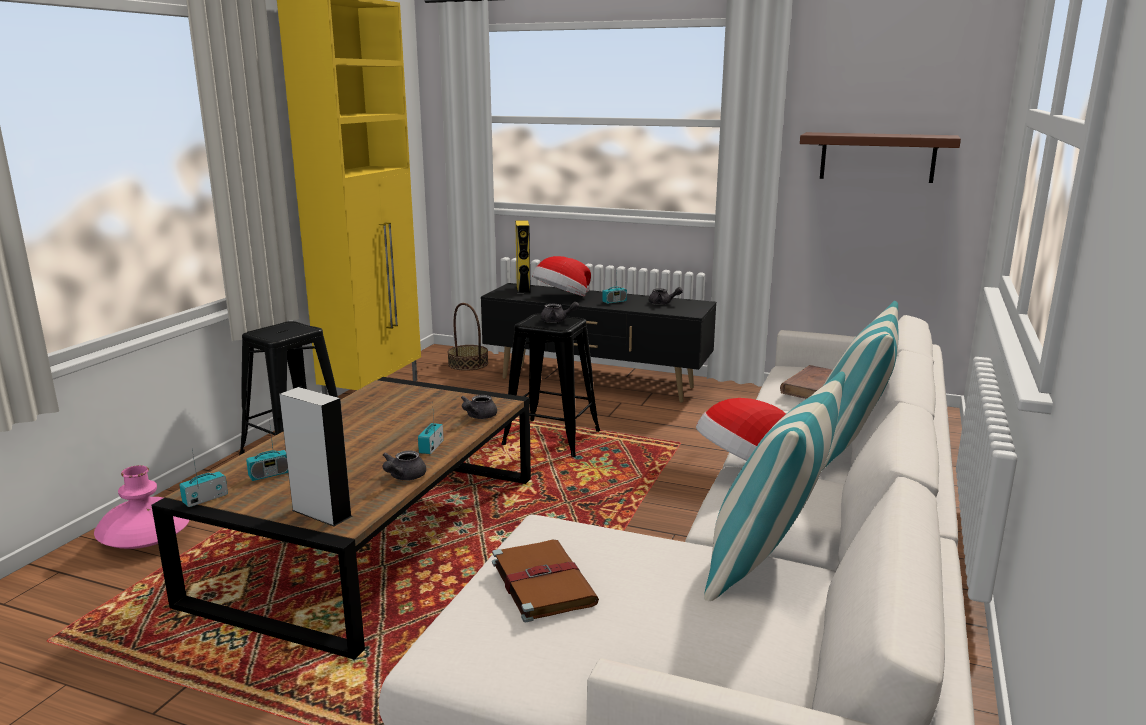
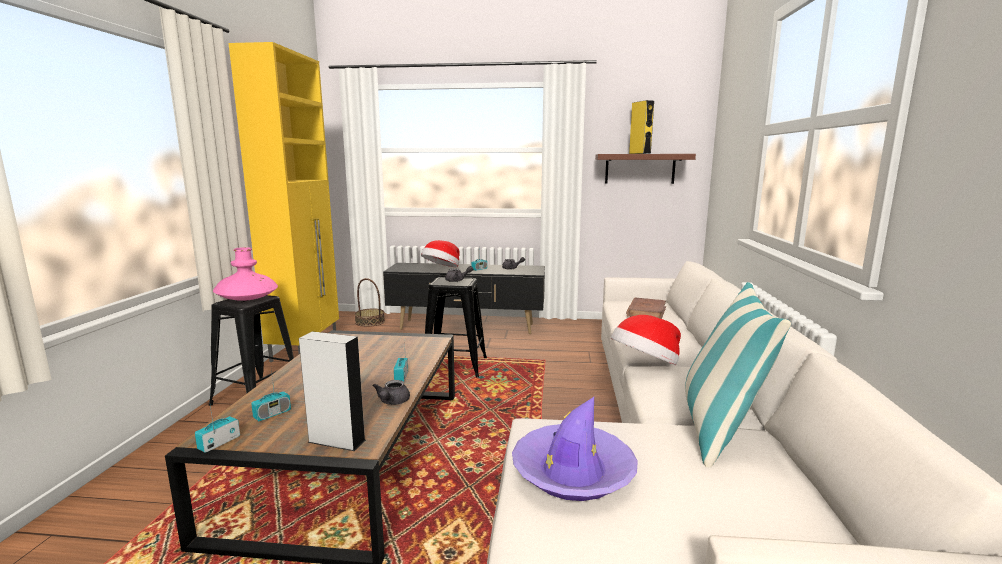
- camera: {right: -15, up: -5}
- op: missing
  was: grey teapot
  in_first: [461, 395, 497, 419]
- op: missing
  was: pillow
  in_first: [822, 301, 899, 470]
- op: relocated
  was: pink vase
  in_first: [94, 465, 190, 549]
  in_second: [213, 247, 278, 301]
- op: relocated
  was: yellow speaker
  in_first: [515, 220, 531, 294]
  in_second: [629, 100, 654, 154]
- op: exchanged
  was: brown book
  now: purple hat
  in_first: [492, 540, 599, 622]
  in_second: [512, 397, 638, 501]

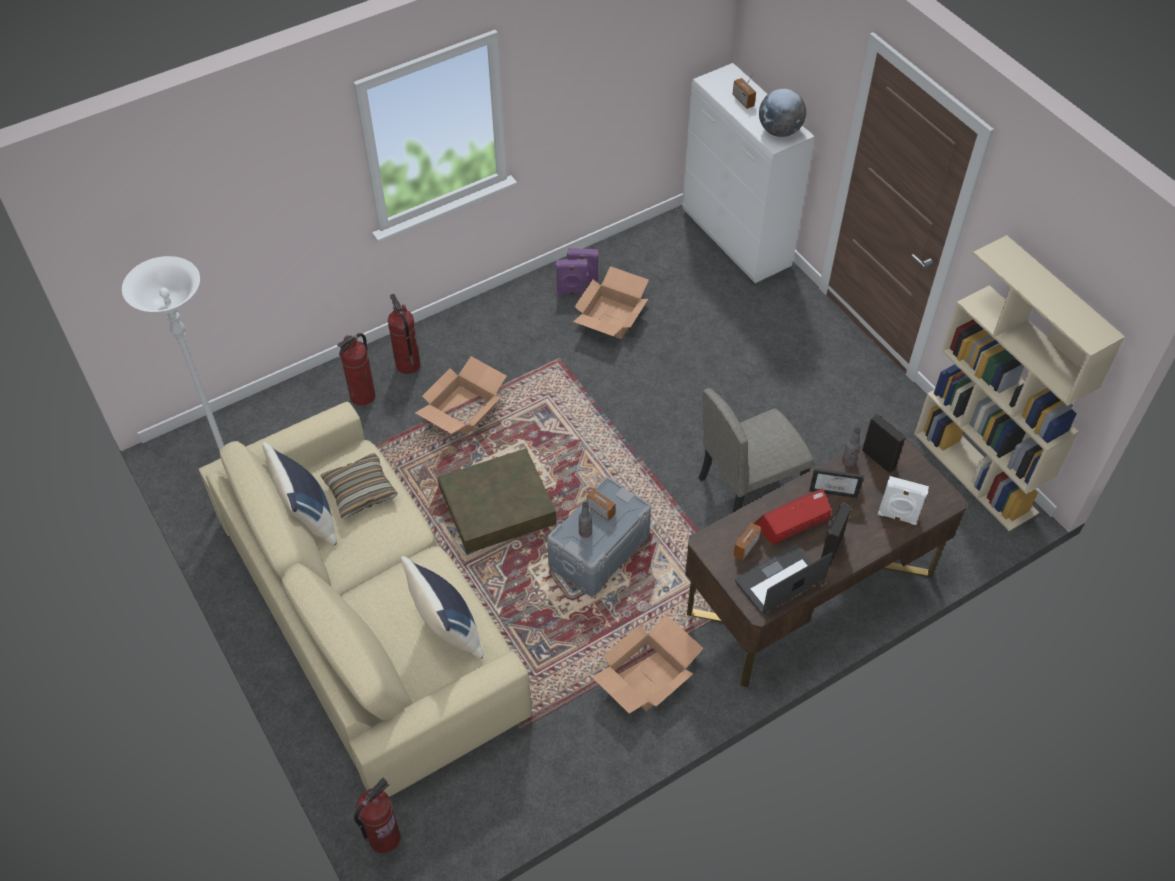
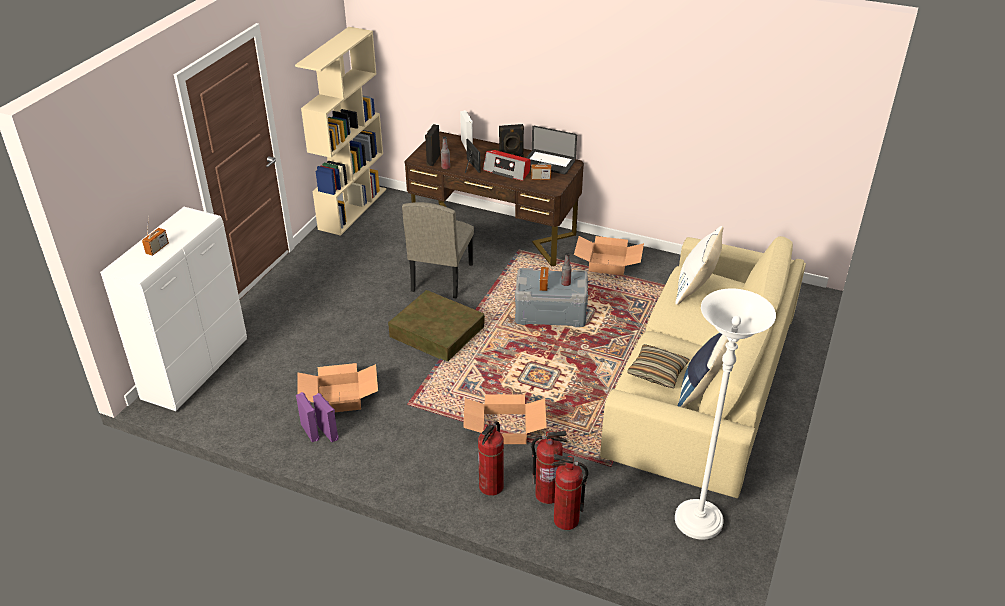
- camera: {right: -125, up: -15}
- op: missing
  was: globe
  in_first: [759, 89, 806, 137]
- op: relocated
  was: fire extinguisher
  in_first: [354, 778, 400, 853]
  in_second: [552, 454, 588, 530]
- op: relocated
  was: brown storage box
  in_first: [438, 448, 556, 554]
  in_second: [388, 290, 485, 362]
- op: colour
  was: blue pillow
  now: white pillow
  in_first: [401, 556, 483, 659]
  in_second: [675, 226, 723, 305]
- op: spun
  was: beige chair
  in_first: [699, 388, 814, 513]
  in_second: [402, 202, 474, 298]
  clockwise: 75

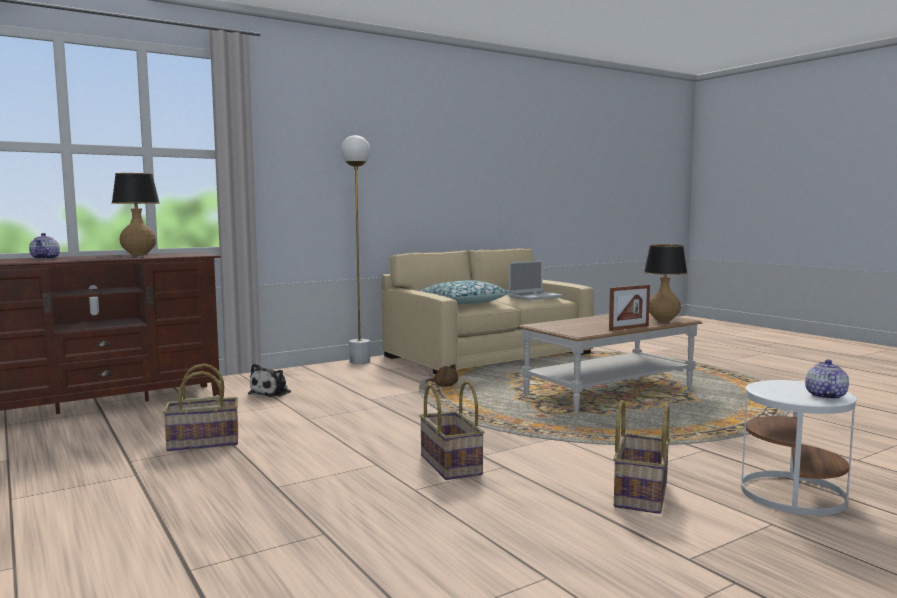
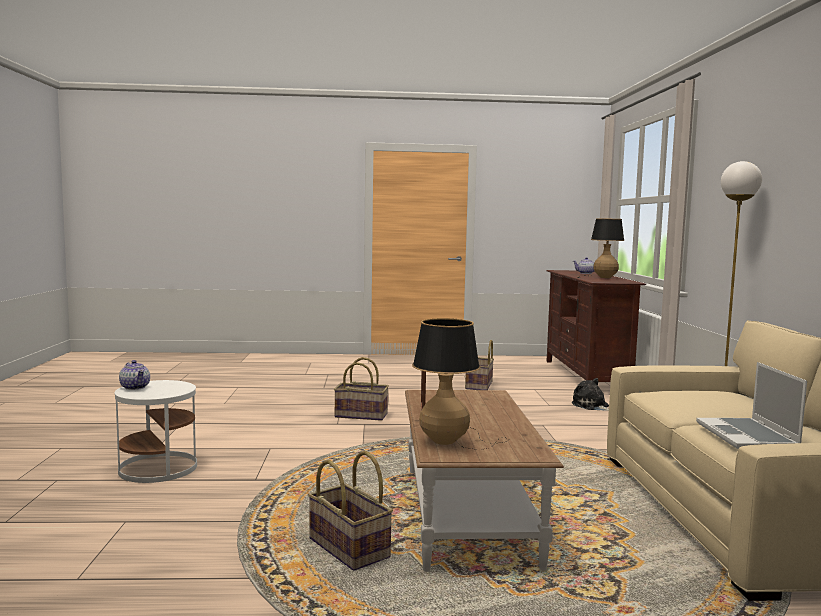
- camera: {right: 120, up: 0}
- op: missing
  was: pillow
  in_first: [420, 280, 511, 304]
- op: missing
  was: brown plush toy
  in_first: [426, 364, 458, 387]
- op: relocated
  was: basket
  in_first: [613, 400, 670, 514]
  in_second: [308, 451, 393, 570]

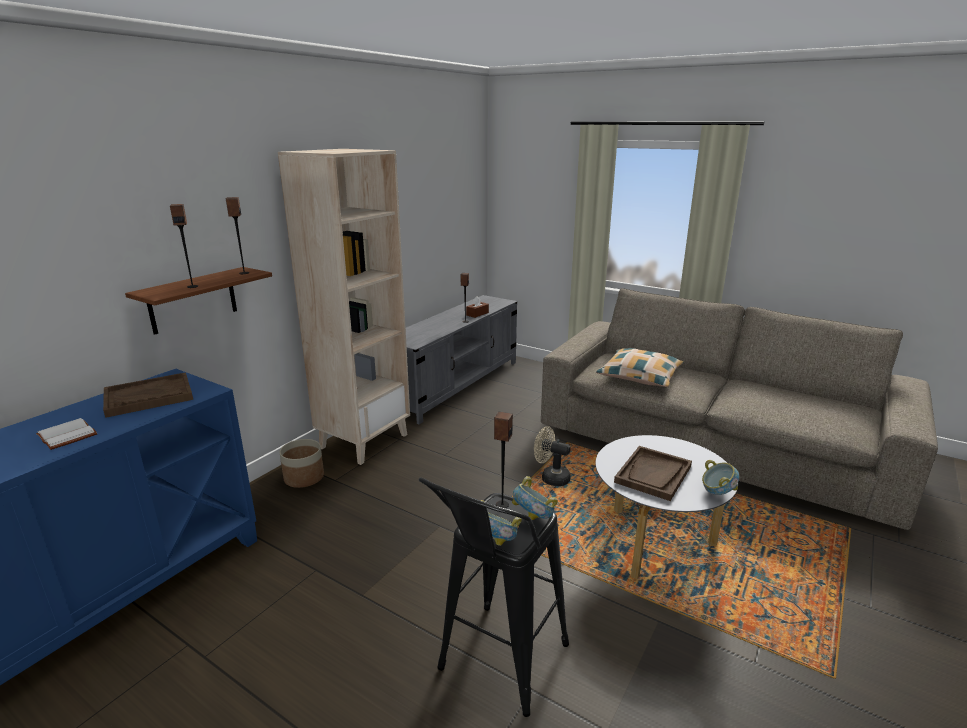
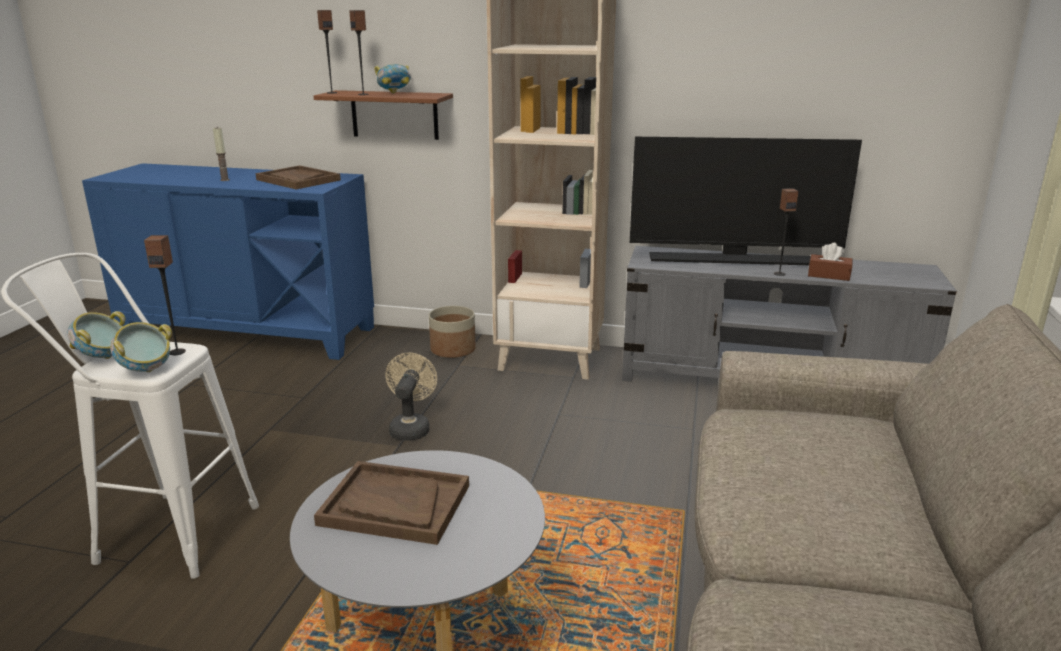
- camera: {right: 70, up: 0}
- op: missing
  was: pillow
  in_first: [596, 348, 684, 387]
- op: appeared
  now: television
  in_second: [630, 137, 862, 265]
- op: relocated
  was: speaker
  in_first: [226, 197, 249, 274]
  in_second: [317, 10, 337, 94]
- op: relocated
  was: beige fan
  in_first: [534, 426, 571, 486]
  in_second: [386, 353, 437, 441]
- op: relocated
  was: bowl
  in_first: [702, 460, 739, 495]
  in_second: [374, 64, 411, 93]
- op: exchanged
  was: white book
  now: candle
  in_first: [36, 418, 97, 450]
  in_second: [213, 128, 230, 181]
- op: colour
  was: black stool
  now: white stool
  in_first: [419, 477, 569, 717]
  in_second: [1, 253, 259, 579]

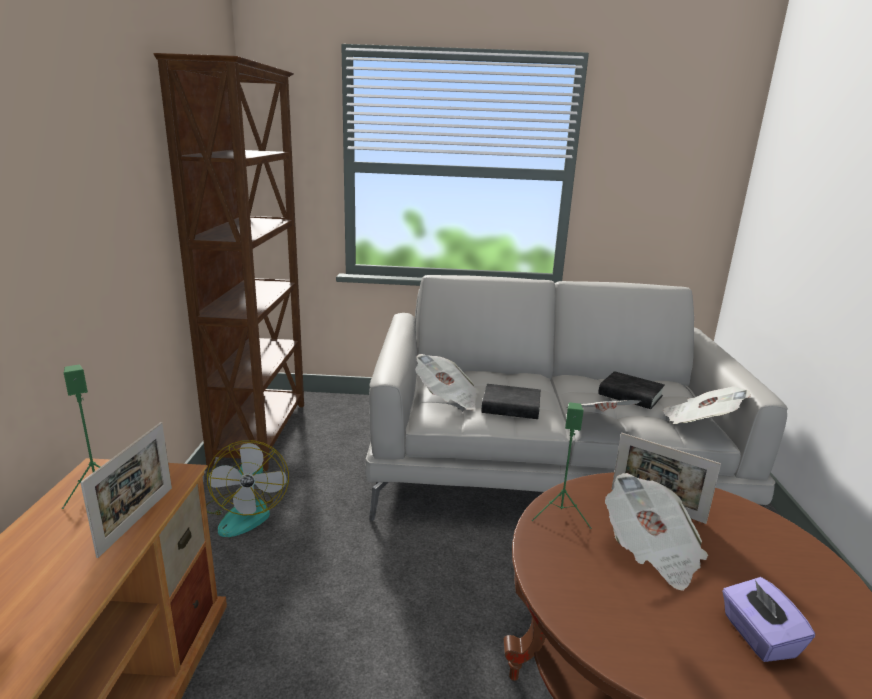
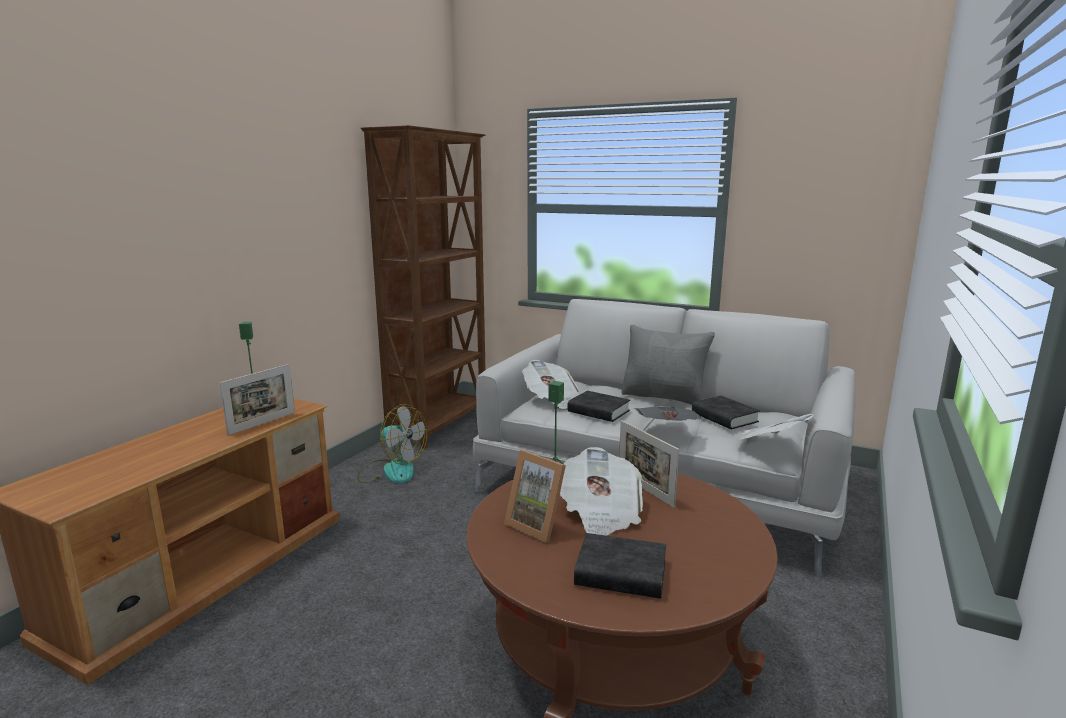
- camera: {right: 25, up: -5}
- op: appeared
  now: picture frame
  in_second: [504, 450, 566, 543]
- op: appeared
  now: grey pillow
  in_second: [622, 325, 715, 405]
- op: exchanged
  was: purple tissue box
  now: black book
  in_first: [722, 577, 815, 662]
  in_second: [574, 533, 666, 599]
- op: spun
  was: fan
  in_first: [206, 440, 289, 537]
  in_second: [357, 404, 427, 483]
  clockwise: -75

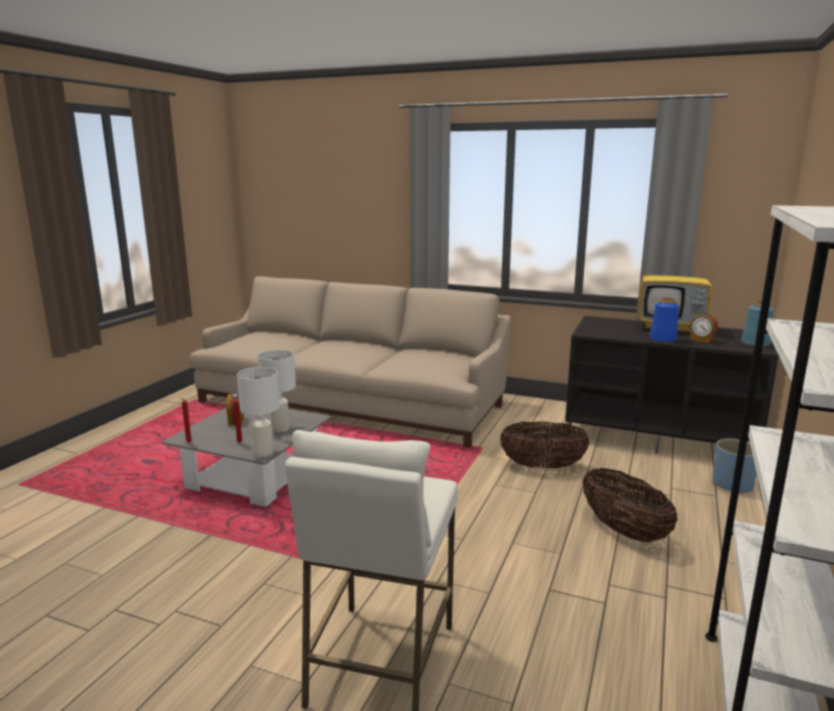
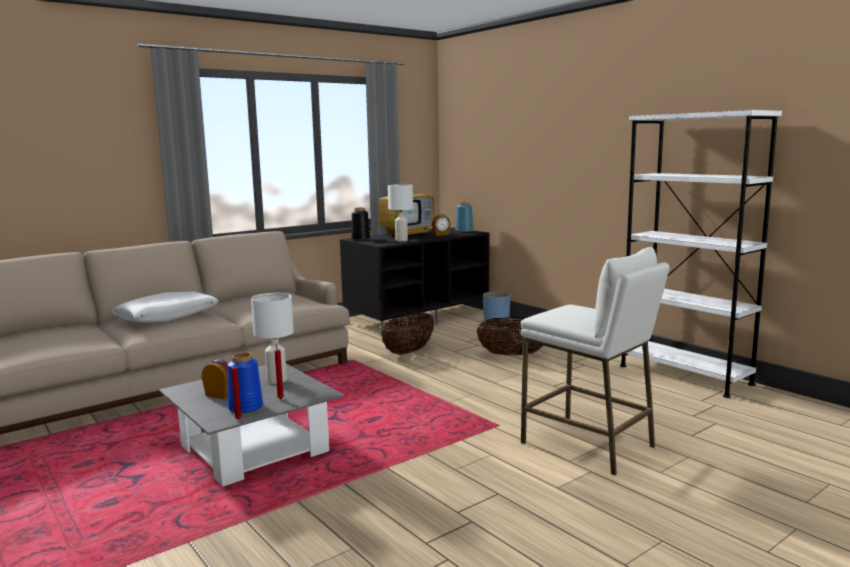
- camera: {right: -60, up: -5}
- op: appeared
  now: white pillow
  in_second: [111, 292, 219, 323]
- op: appeared
  now: black vase
  in_second: [351, 207, 370, 240]
- op: relocated
  was: white table lamp
  in_first: [237, 367, 280, 457]
  in_second: [388, 184, 413, 241]
- op: relocated
  was: blue vase
  in_first: [650, 297, 679, 343]
  in_second: [227, 352, 263, 414]

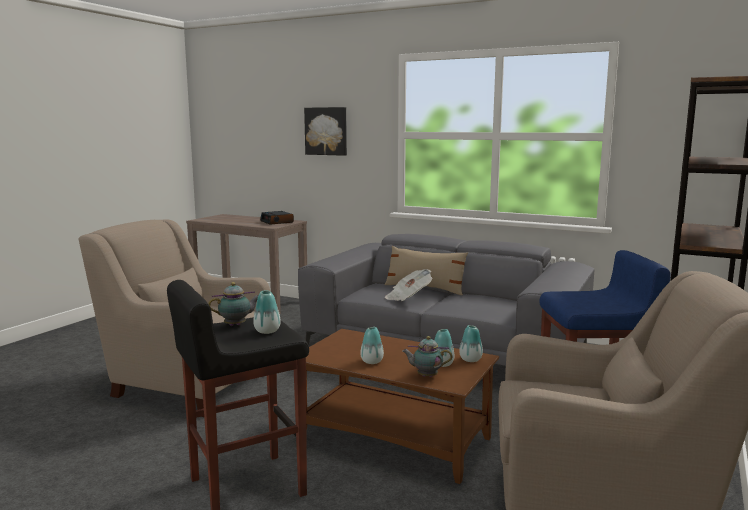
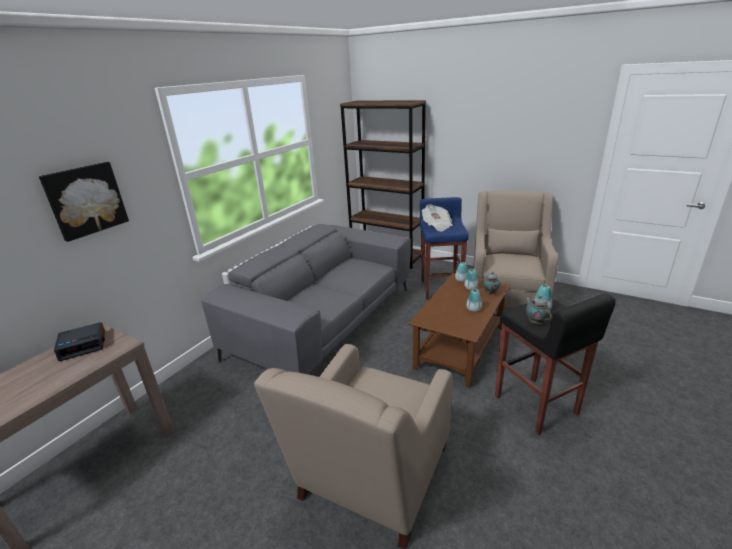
- camera: {right: -85, up: 15}
- op: missing
  was: beige pillow
  in_first: [385, 246, 468, 295]
- op: relocated
  was: newspaper
  in_first: [385, 269, 432, 301]
  in_second: [422, 204, 453, 232]

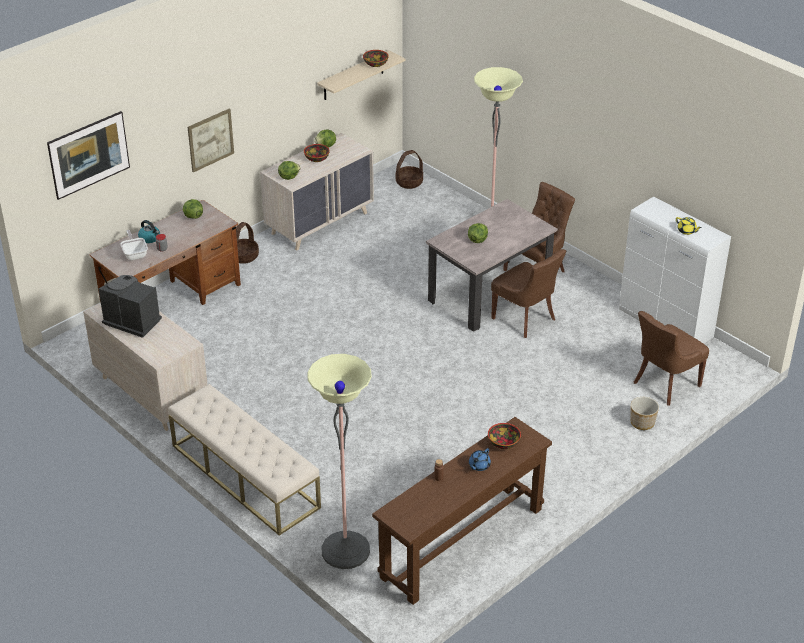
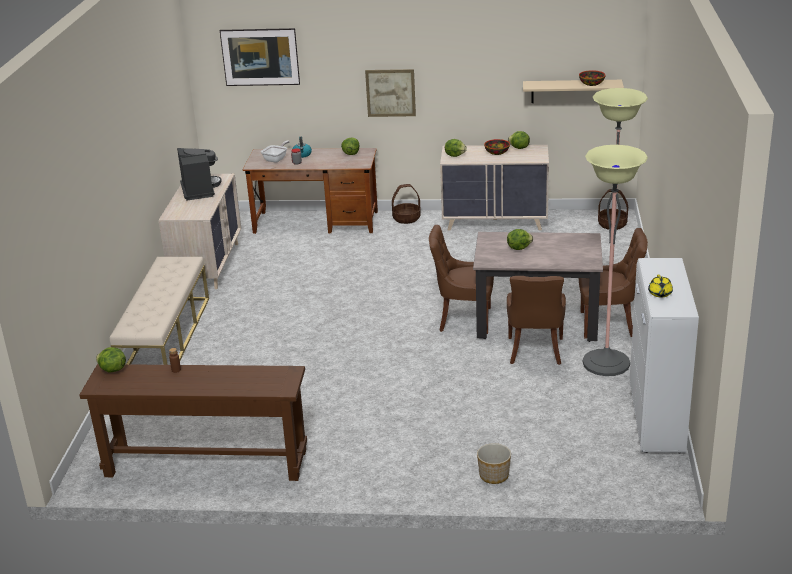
- camera: {right: 50, up: -10}
- op: missing
  was: blue teapot
  in_first: [469, 448, 491, 471]
- op: missing
  was: bowl
  in_first: [488, 423, 521, 449]
- op: appeared
  now: lettuce
  in_second: [96, 347, 126, 373]
- op: relocated
  was: floor lamp
  in_first: [307, 354, 372, 569]
  in_second: [583, 145, 648, 376]
- op: relocated
  was: brown chair
  in_first: [634, 311, 709, 405]
  in_second: [429, 225, 494, 334]

